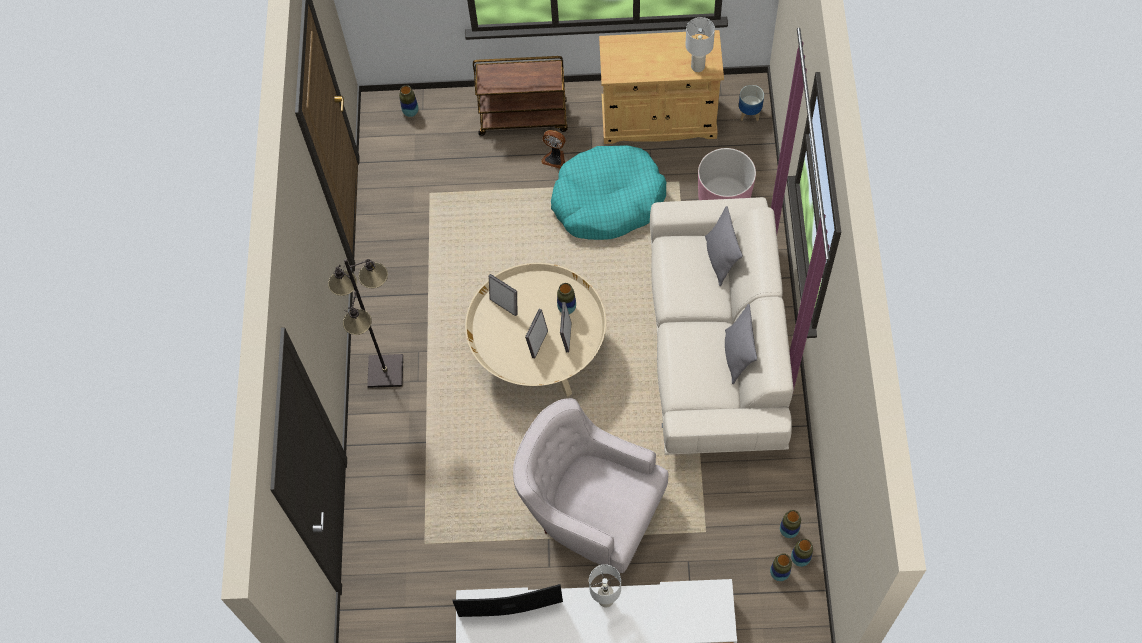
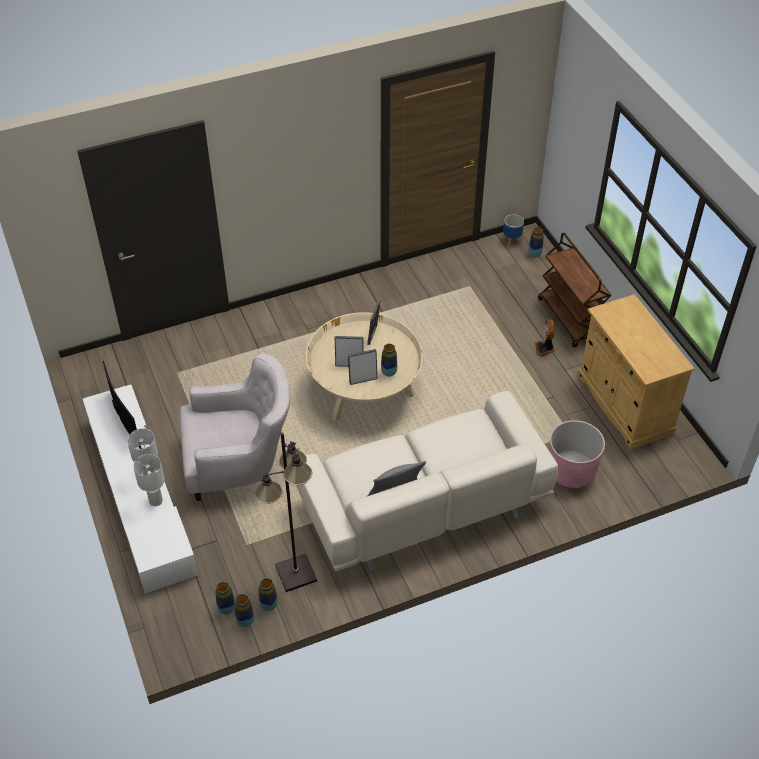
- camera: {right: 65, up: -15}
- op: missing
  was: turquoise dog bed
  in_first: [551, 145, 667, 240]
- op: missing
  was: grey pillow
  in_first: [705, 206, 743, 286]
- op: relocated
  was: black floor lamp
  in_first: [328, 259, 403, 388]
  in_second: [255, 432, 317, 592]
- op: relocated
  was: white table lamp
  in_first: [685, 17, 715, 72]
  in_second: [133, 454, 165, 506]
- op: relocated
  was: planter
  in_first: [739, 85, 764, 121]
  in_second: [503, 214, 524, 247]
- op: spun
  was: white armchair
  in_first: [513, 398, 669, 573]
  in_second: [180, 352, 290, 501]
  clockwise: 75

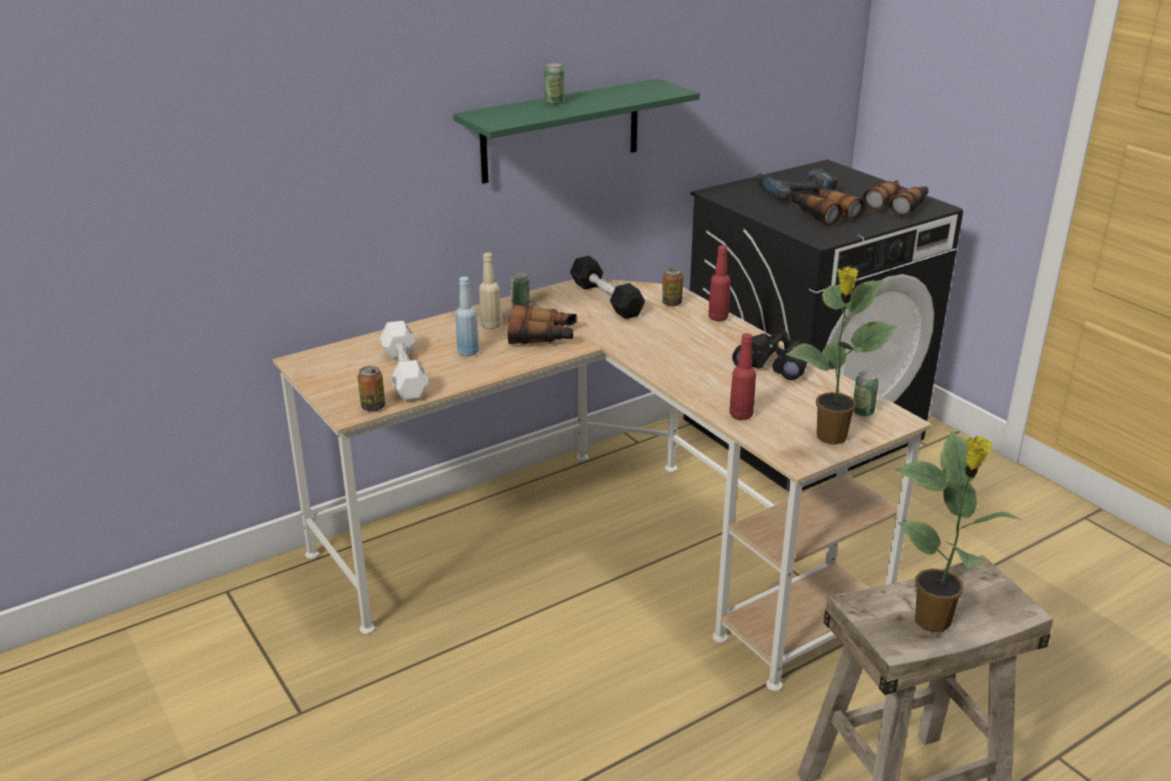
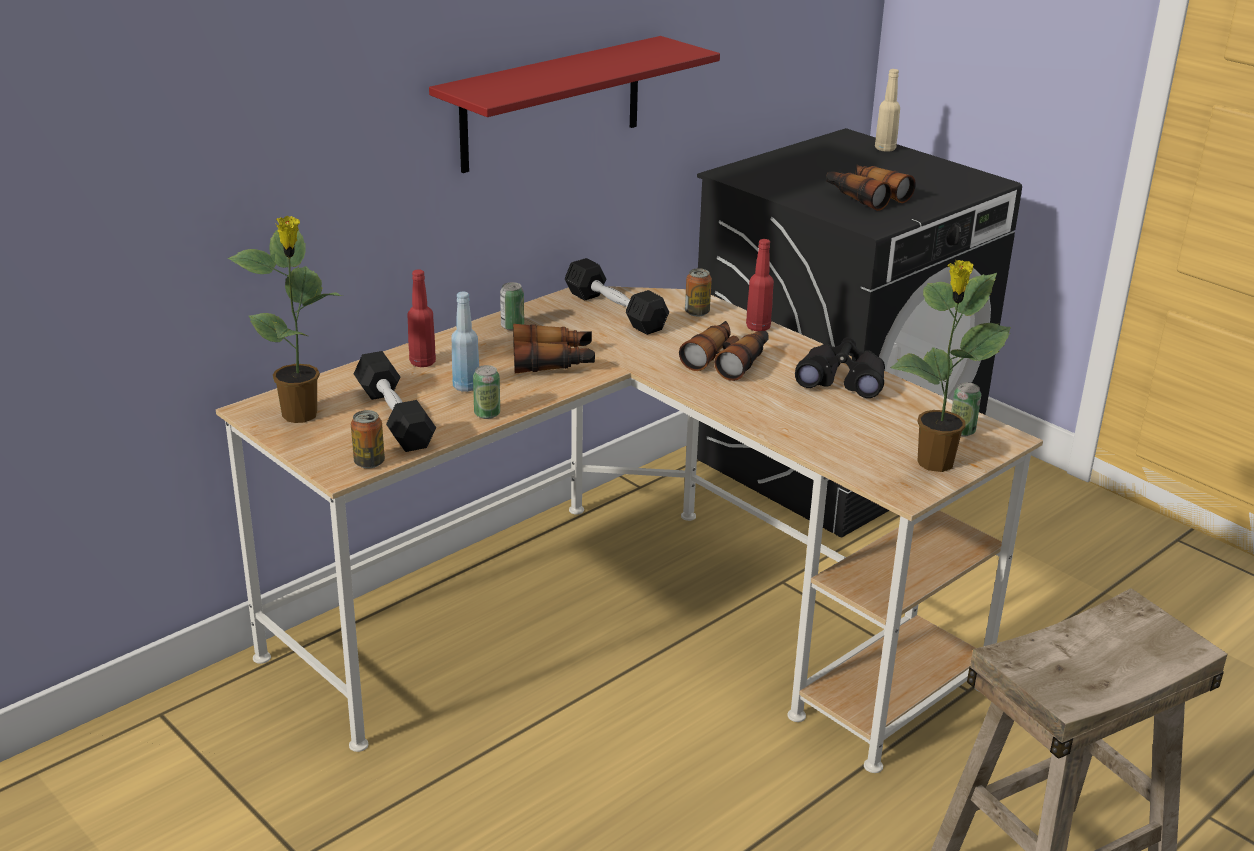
- camera: {right: -10, up: 0}
- op: missing
  was: power drill
  in_first: [755, 168, 838, 201]
- op: relocated
  was: beige bottle
  in_first: [479, 252, 501, 329]
  in_second: [875, 69, 900, 152]
- op: relocated
  was: can
  in_first: [544, 63, 564, 105]
  in_second: [473, 365, 500, 419]
- op: relocated
  was: red bottle
  in_first: [729, 333, 756, 420]
  in_second: [407, 270, 436, 367]
- op: relocated
  was: binoculars
  in_first: [862, 180, 929, 217]
  in_second: [679, 321, 769, 381]
- op: relocated
  was: potted plant
  in_first: [895, 431, 1022, 632]
  in_second: [227, 215, 342, 423]
- op: colour
  was: white dumbbell
  now: black dumbbell
  in_first: [380, 321, 429, 401]
  in_second: [354, 351, 436, 452]
- op: colour
  was: green shelf
  now: red shelf
  in_first: [453, 79, 700, 184]
  in_second: [429, 36, 720, 173]

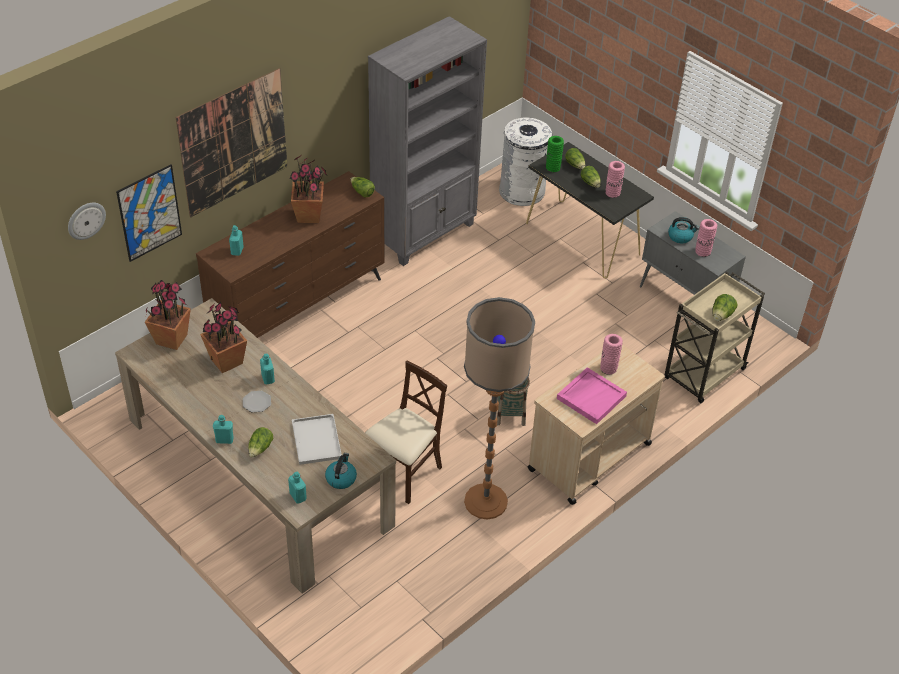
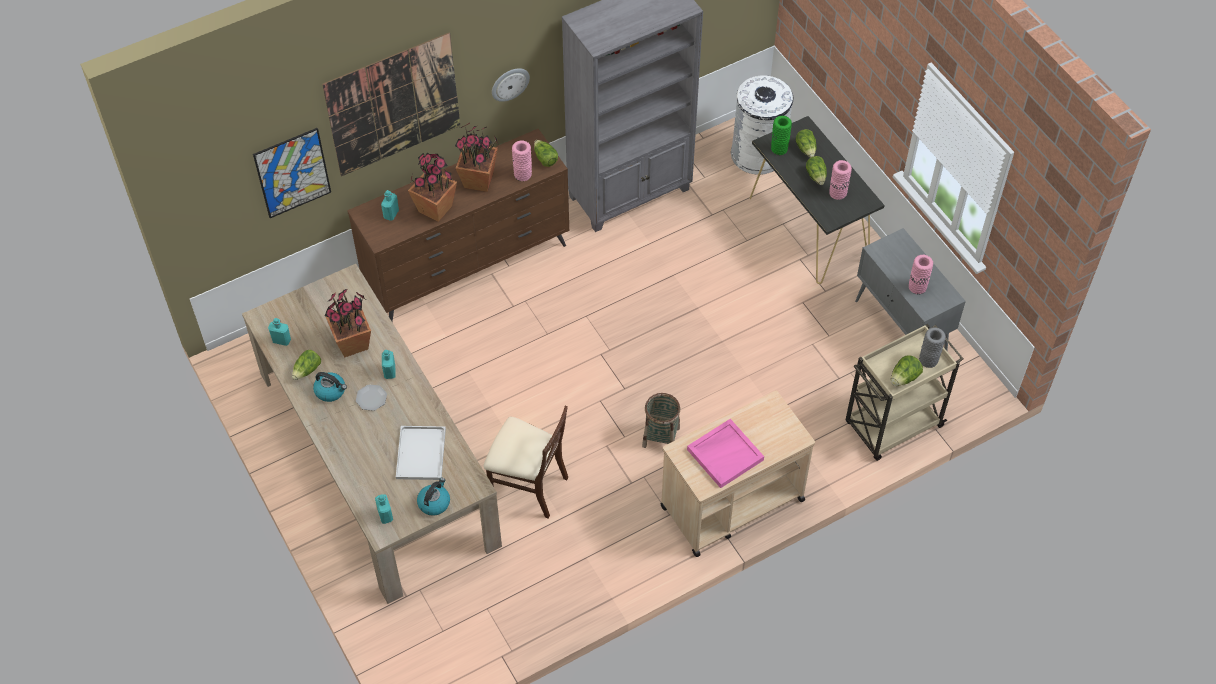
- camera: {right: 15, up: 10}
- op: missing
  was: floor lamp
  in_first: [464, 297, 535, 519]
- op: appeared
  now: grey vase
  in_second: [919, 327, 946, 368]
- op: relocated
  was: wall clock
  in_first: [68, 203, 106, 240]
  in_second: [492, 68, 530, 102]
- op: relocated
  was: potted plant
  in_first: [145, 280, 191, 350]
  in_second: [408, 152, 457, 222]
- op: relocated
  was: turquoise bottle
  in_first: [213, 415, 234, 444]
  in_second: [268, 318, 291, 346]
- op: relocated
  was: lettuce
  in_first: [248, 427, 273, 458]
  in_second: [292, 350, 321, 380]
- op: relocated
  was: pink vase
  in_first: [600, 334, 623, 375]
  in_second: [512, 141, 532, 181]
- op: relocated
  was: kettle
  in_first: [668, 217, 699, 243]
  in_second: [313, 372, 347, 402]
- op: spun
  was: beige chair
  in_first: [365, 361, 447, 504]
  in_second: [483, 405, 568, 519]
  clockwise: 60

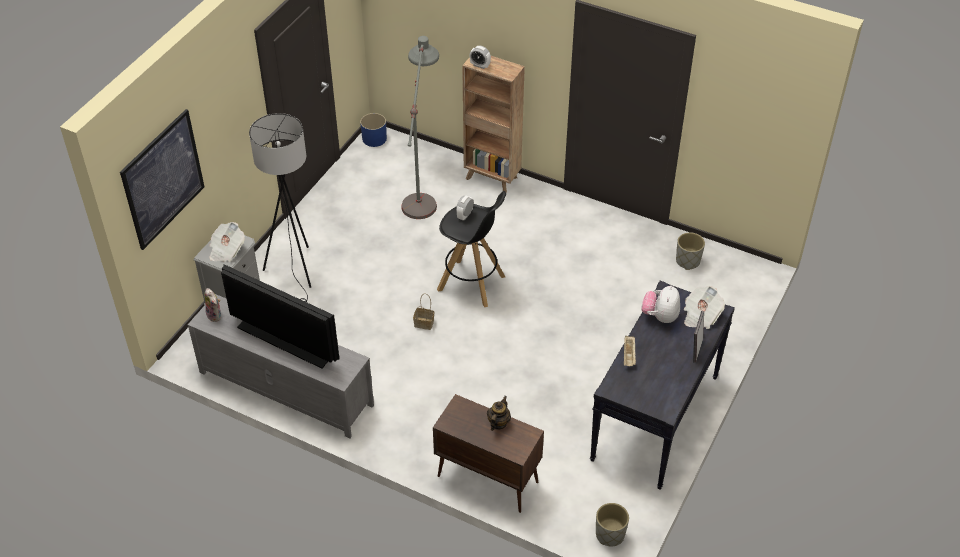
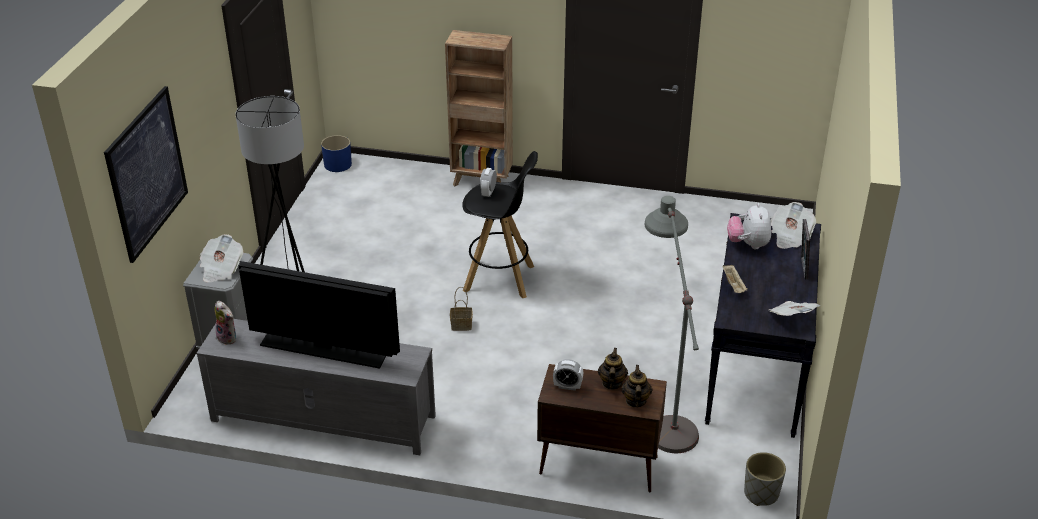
- camera: {right: -15, up: -10}
- op: missing
  was: grey planter
  in_first: [676, 232, 705, 270]
- op: appeared
  now: teapot
  in_second: [621, 365, 652, 408]
- op: appeared
  now: newspaper
  in_second: [769, 301, 821, 316]
- op: relocated
  was: grey floor lamp
  in_first: [401, 36, 439, 219]
  in_second: [645, 196, 699, 453]
- op: relocated
  was: alarm clock
  in_first: [470, 46, 491, 69]
  in_second: [553, 359, 583, 391]

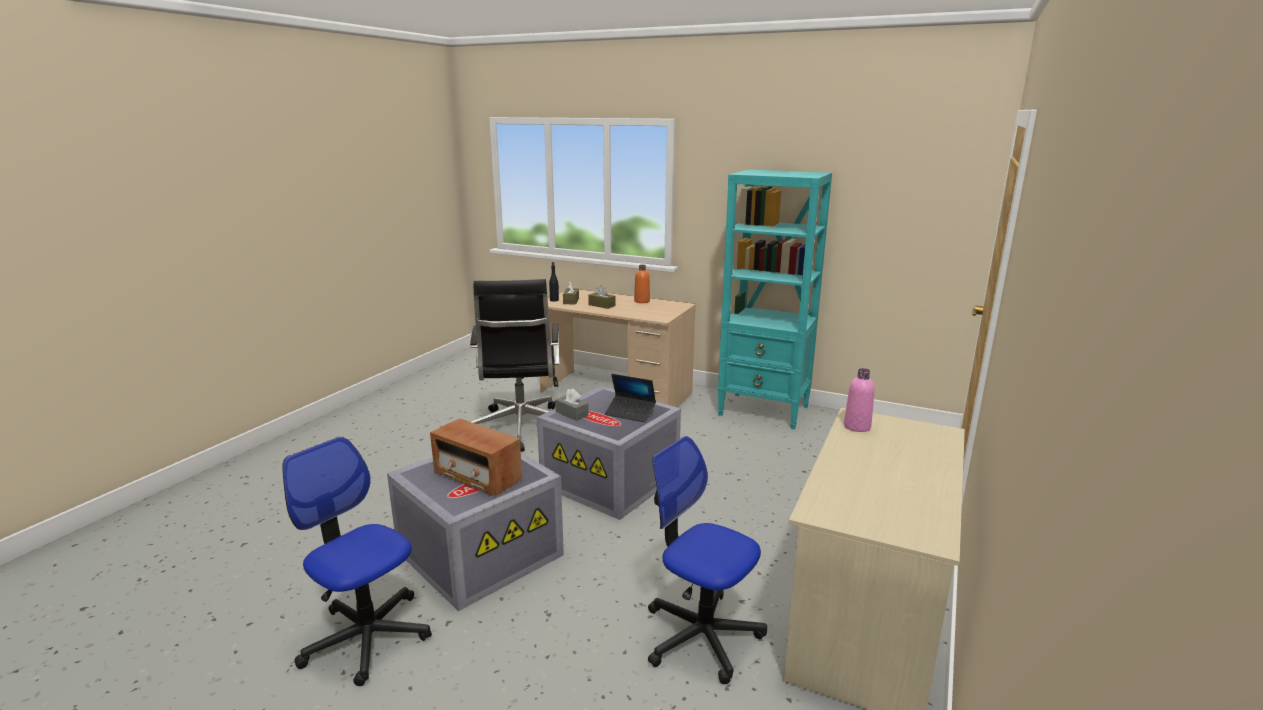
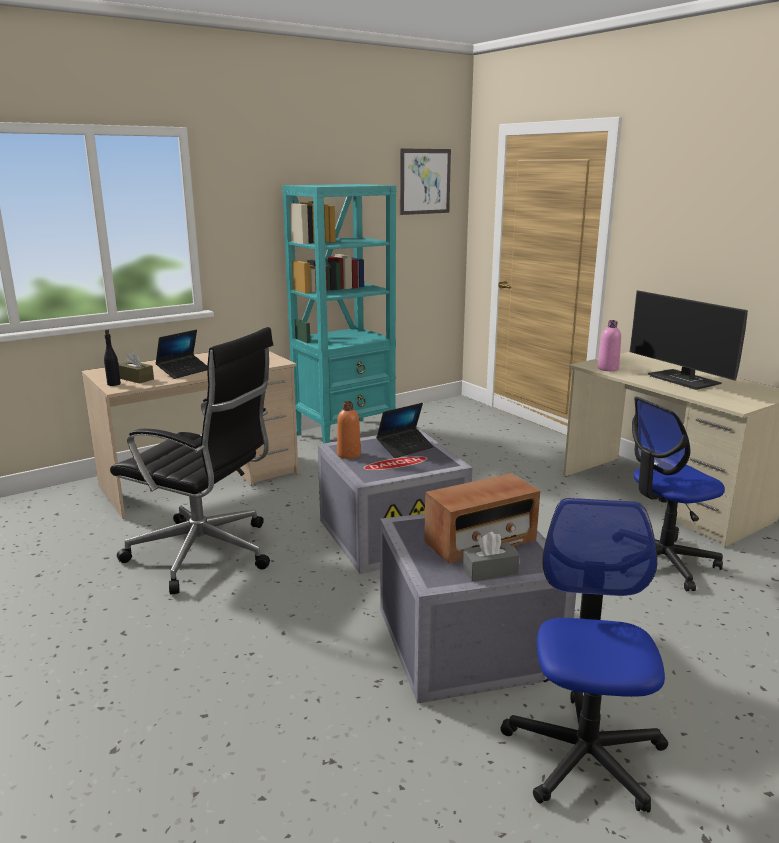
- camera: {right: -60, up: 0}
- op: appeared
  now: picture
  in_second: [400, 148, 451, 215]
- op: appeared
  now: monitor
  in_second: [630, 290, 748, 390]
- op: relocated
  was: grey tissue box
  in_first: [555, 389, 589, 421]
  in_second: [462, 532, 520, 582]
- op: relocated
  was: orange bottle
  in_first: [634, 265, 650, 303]
  in_second: [337, 401, 361, 459]
- op: exchanged
  was: brown tissue box
  now: laptop
  in_first: [588, 285, 615, 309]
  in_second: [155, 330, 208, 379]
- op: spun
  was: office chair
  in_first: [282, 437, 432, 686]
  in_second: [501, 498, 668, 812]
  clockwise: 120

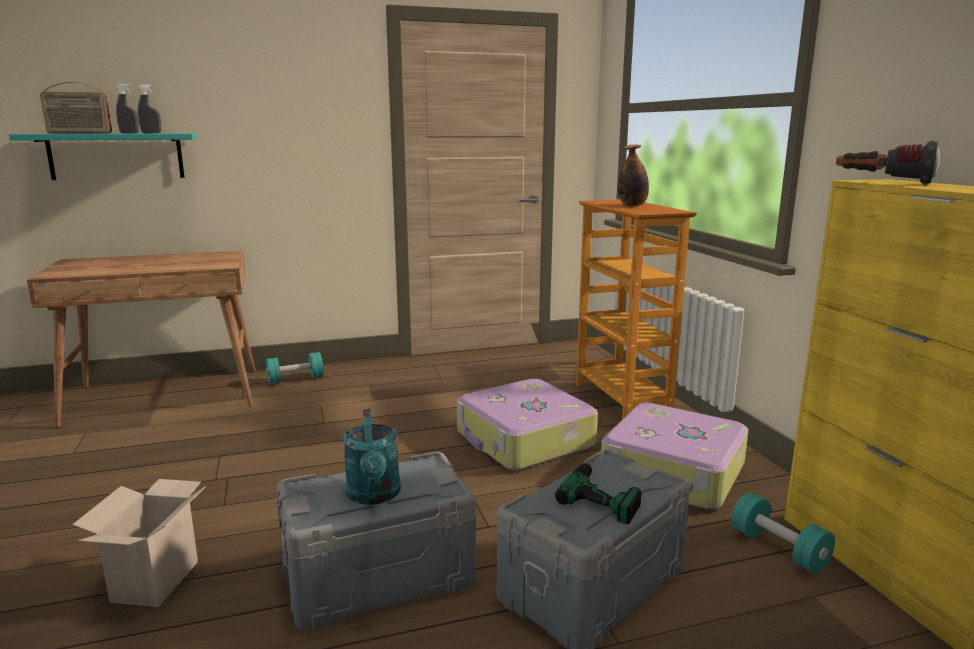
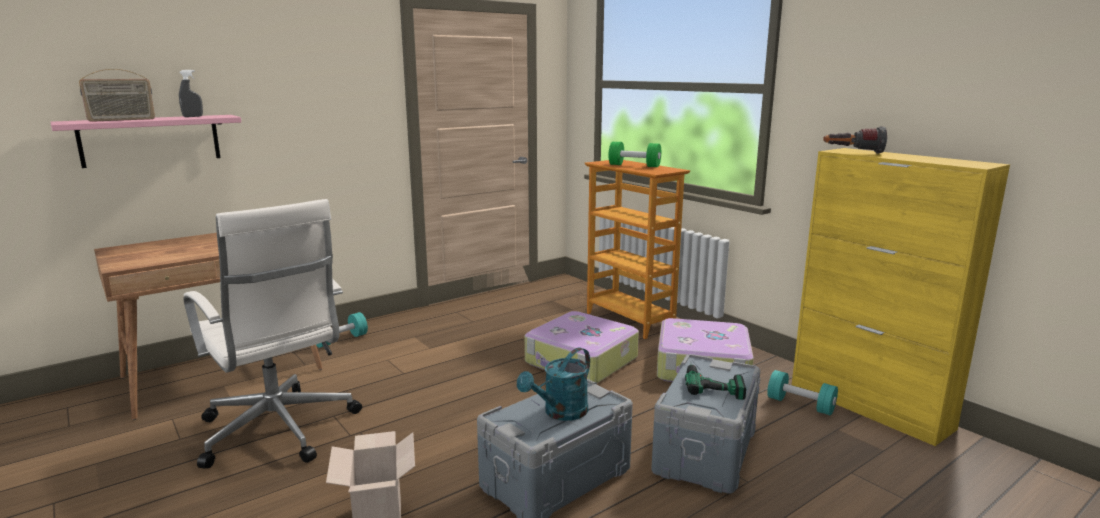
- camera: {right: -20, up: 0}
- op: missing
  was: grey spray bottle
  in_first: [116, 84, 139, 133]
- op: appeared
  now: white office chair
  in_second: [184, 199, 362, 469]
- op: exchanged
  was: bottle
  now: green dumbbell
  in_first: [618, 145, 649, 206]
  in_second: [609, 142, 661, 167]
- op: colour
  was: turquoise shelf
  now: pink shelf
  in_first: [9, 133, 197, 180]
  in_second: [50, 115, 241, 168]
- op: spun
  was: turquoise watering can
  in_first: [343, 409, 401, 505]
  in_second: [517, 347, 590, 421]
  clockwise: 75

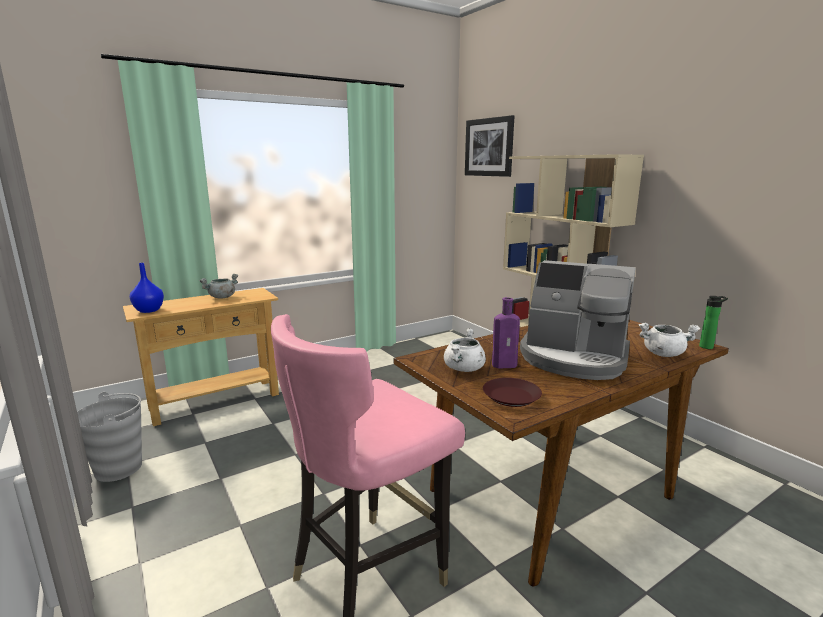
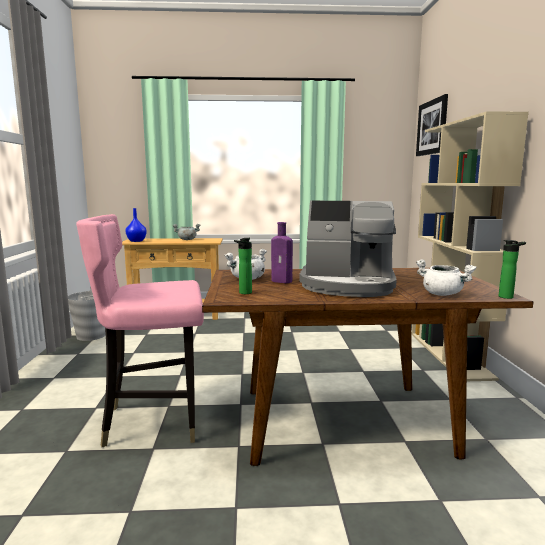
- camera: {right: 30, up: -5}
- op: exchanged
  was: brown plate
  now: bottle
  in_first: [483, 378, 542, 407]
  in_second: [234, 238, 252, 294]
- op: spun
  was: coffee machine
  in_first: [520, 260, 636, 380]
  in_second: [299, 201, 396, 297]
  clockwise: -45

